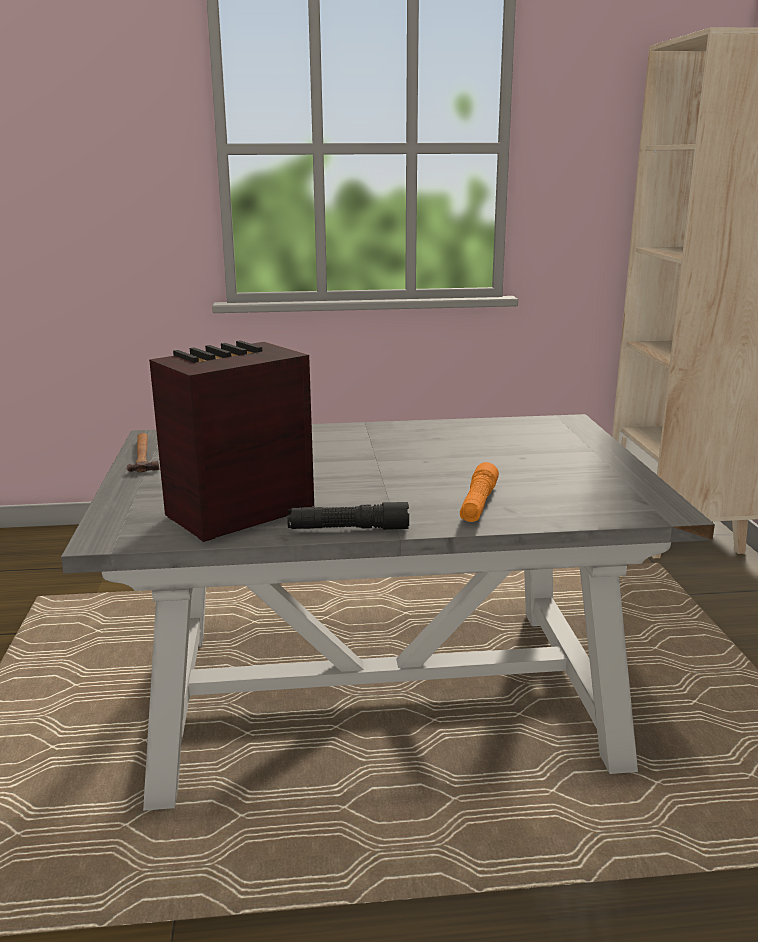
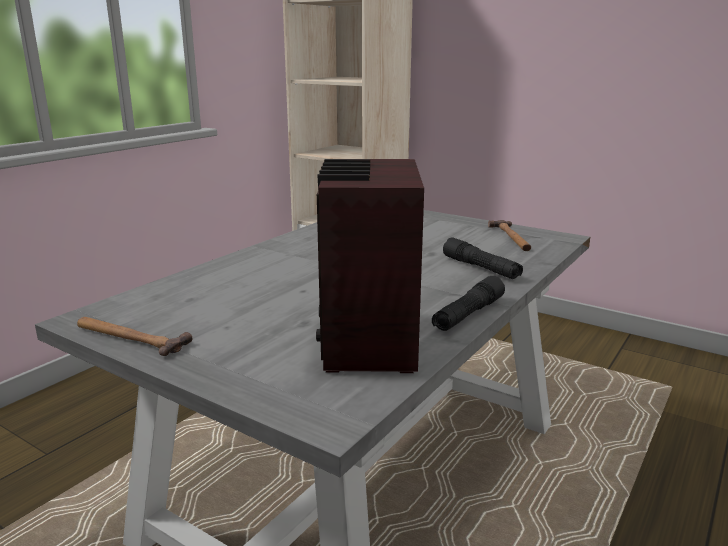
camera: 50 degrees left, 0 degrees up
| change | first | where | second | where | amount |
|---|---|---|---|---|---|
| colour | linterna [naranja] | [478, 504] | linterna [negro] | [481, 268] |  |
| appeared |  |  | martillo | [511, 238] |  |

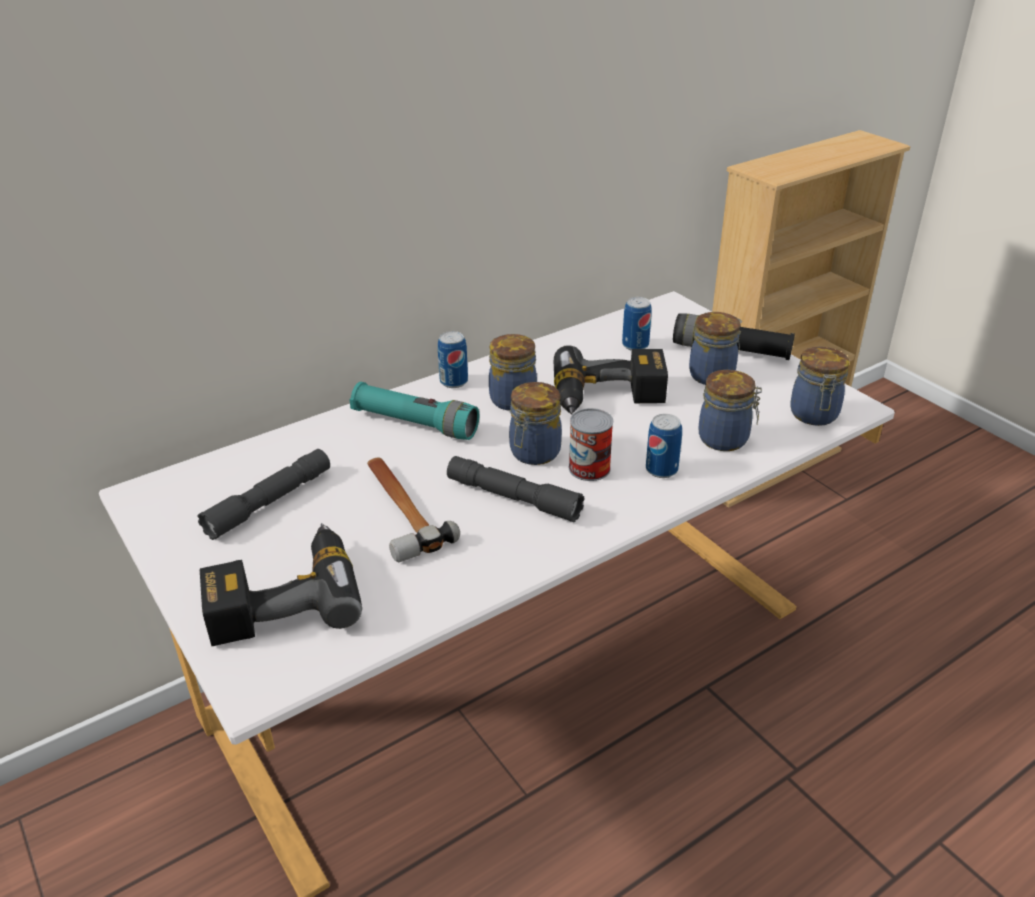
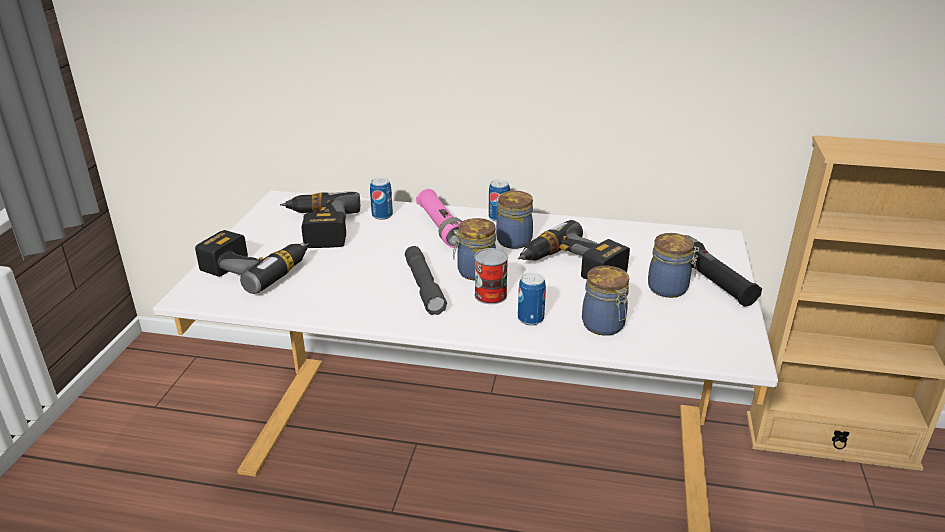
camera: 45 degrees right, 5 degrees down
| change | first | where | second | where | amount |
|---|---|---|---|---|---|
| exchanged | linterna [gris] | [269, 502] | taladro | [318, 228] |  |
| colour | linterna [turquesa] | [415, 424] | linterna [rosa] | [441, 228] |  |
| missing | martillo | [399, 510] |  |  |  |
| relocated | lata | [635, 345] |  | [382, 215] |  |
| missing | tarro | [814, 415] |  |  |  |

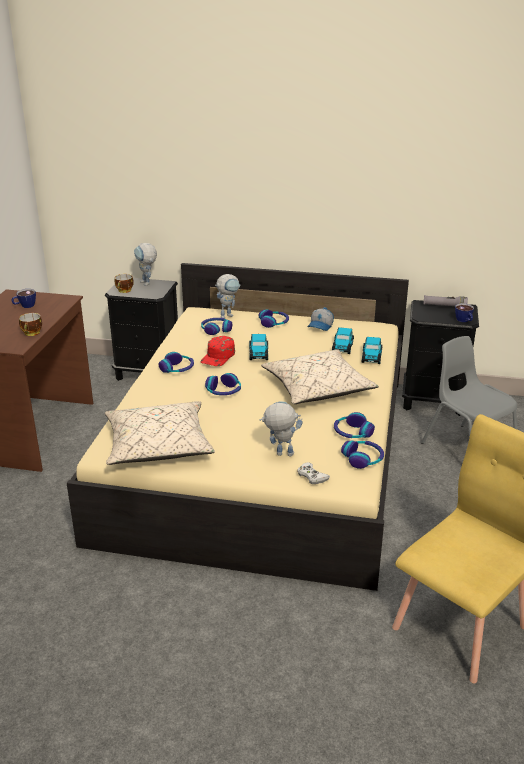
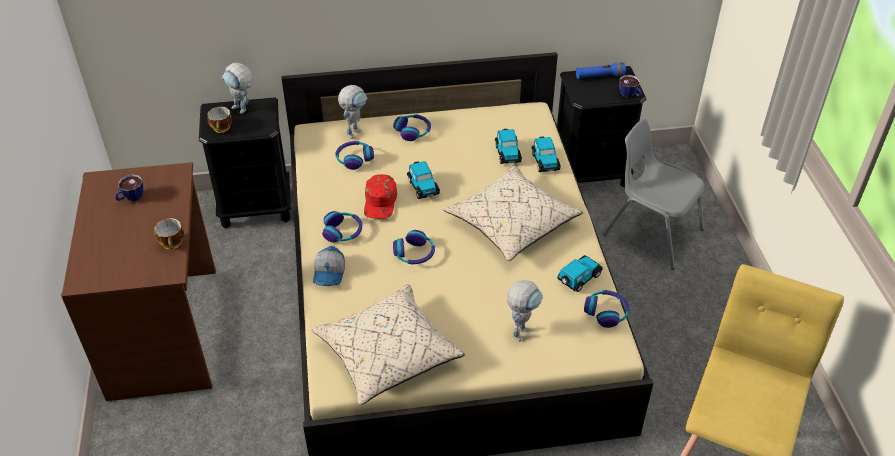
camera: 20 degrees left, 15 degrees up
| change | first | where | second | where | amount |
|---|---|---|---|---|---|
| spun | robot de juguete | [279, 454] |  | [521, 329] | 135 degrees clockwise |
| missing | mando de consola [blanco] | [312, 476] |  |  |  |
| relocated | gorra | [321, 326] |  | [330, 273] |  |
| exchanged | auriculares | [352, 432] | coche de juguete | [578, 278] |  |
| colour | linterna [gris] | [444, 306] | linterna [azul] | [599, 76] |  |

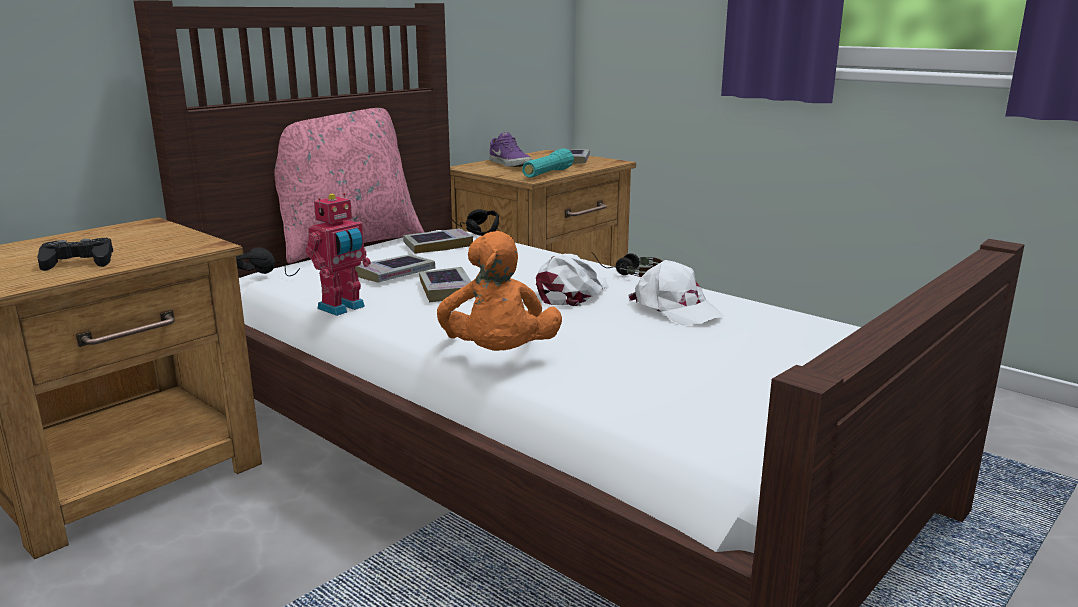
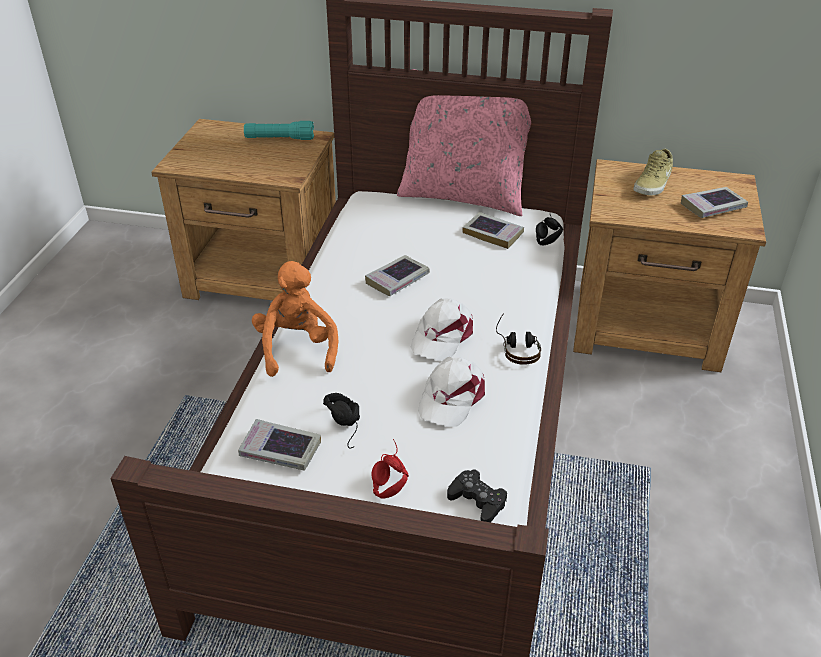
camera: 60 degrees right, 20 degrees up
| change | first | where | second | where | amount |
|---|---|---|---|---|---|
| relocated | mando de consola [negro] | [79, 262] |  | [477, 501] |  |
| relocated | auriculares [negro] | [269, 274] |  | [350, 426] |  |
| missing | robot de juguete | [343, 308] |  |  |  |
| relocated | libro | [395, 274] |  | [280, 450] |  |
| spun | peluche [naranja] | [498, 356] |  | [297, 348] | 120 degrees clockwise |
| colour | zapato [morado] | [511, 164] | zapato [beis] | [653, 183] |  |
| relocated | linterna [turquesa] | [547, 174] |  | [279, 139] |  |
| spun | gorra [blanco] | [572, 293] |  | [442, 335] | 120 degrees clockwise |
| appeared |  |  | auriculares [rojo] | [386, 474] |  |

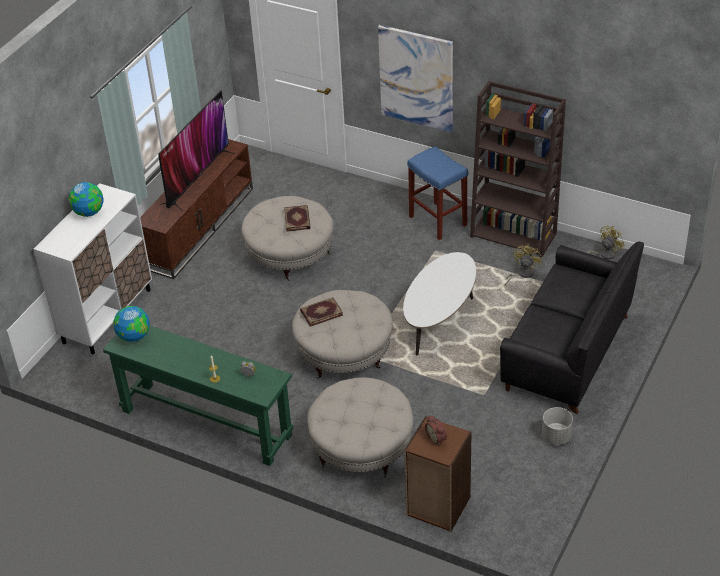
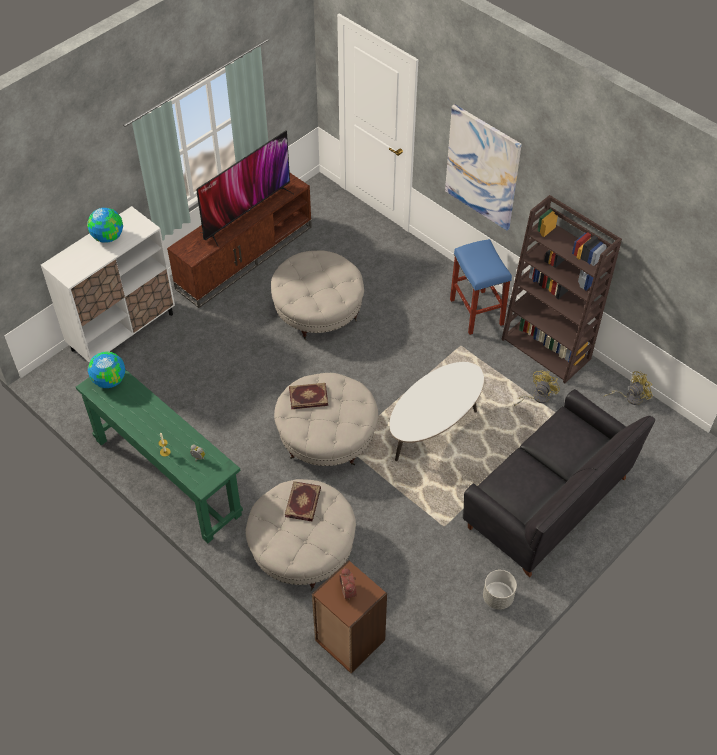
camera: 15 degrees right, 10 degrees up
| change | first | where | second | where | amount |
|---|---|---|---|---|---|
| relocated | libro | [297, 219] |  | [303, 502] |  |

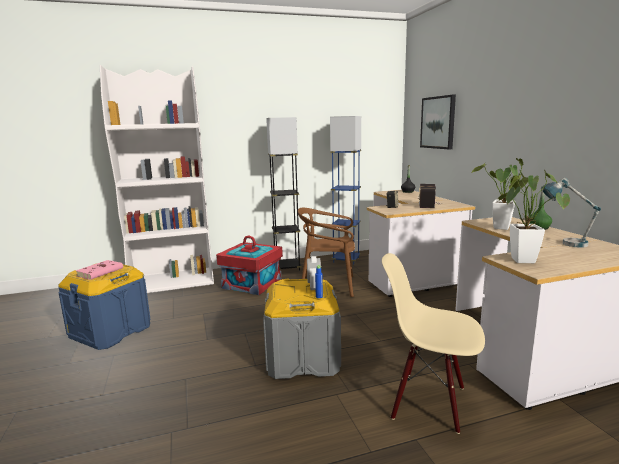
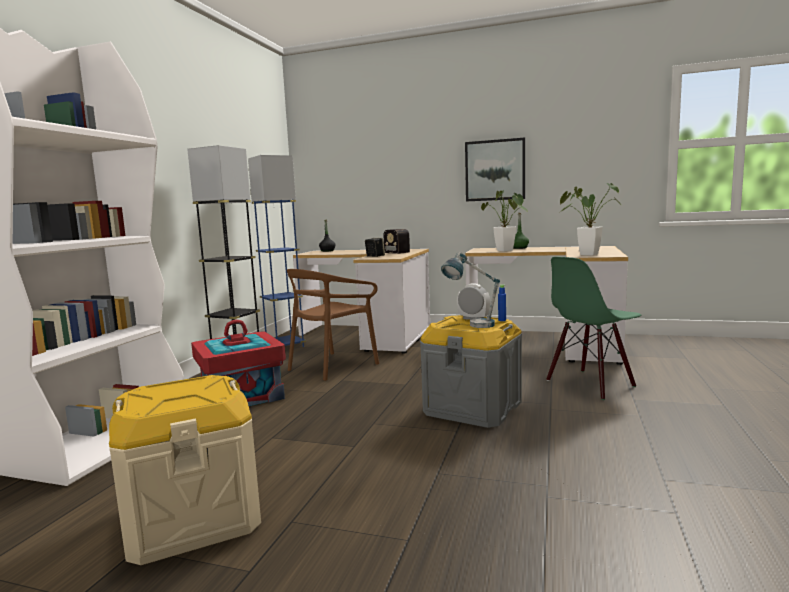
camera: 55 degrees left, 5 degrees down
| change | first | where | second | where | amount |
|---|---|---|---|---|---|
| colour | caja de almacenaje [azul] | [111, 331] | caja de almacenaje [beis] | [193, 517] |  |
| missing | libro [rosa] | [101, 272] |  |  |  |
| colour | silla [beis] | [428, 401] | silla [verde] | [590, 384] |  |
| relocated | cuadro | [438, 122] |  | [495, 170] |  |
| relocated | lámpara de mesa | [563, 242] |  | [472, 326] |  |

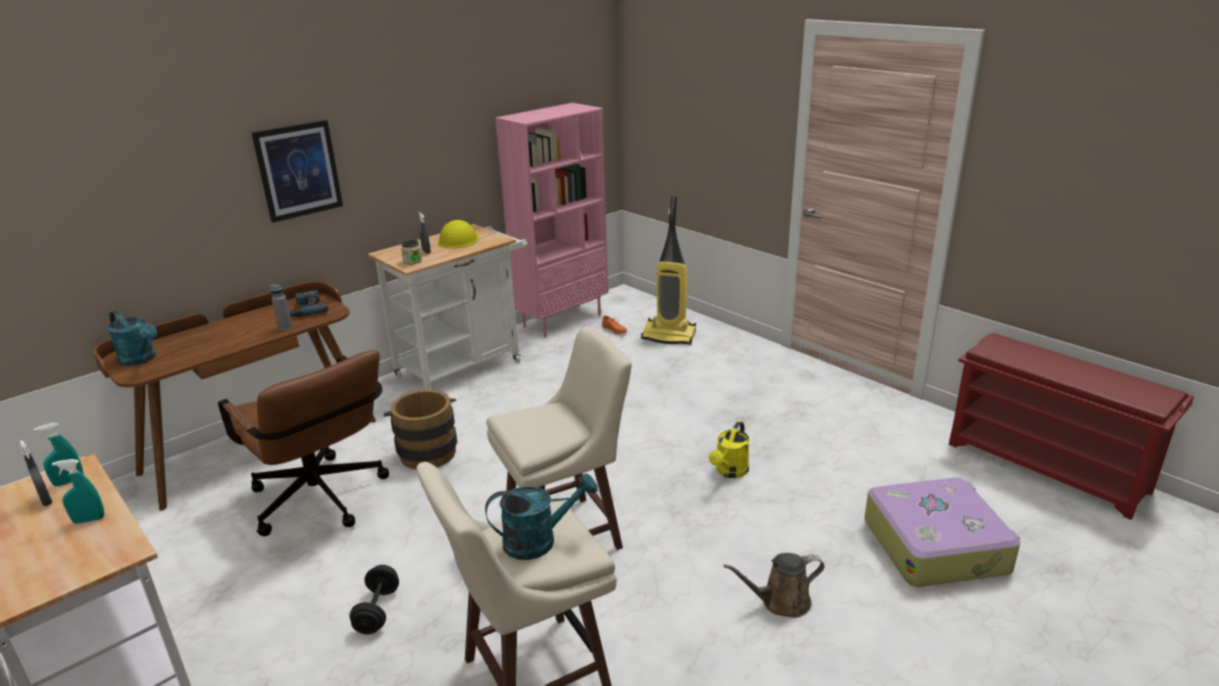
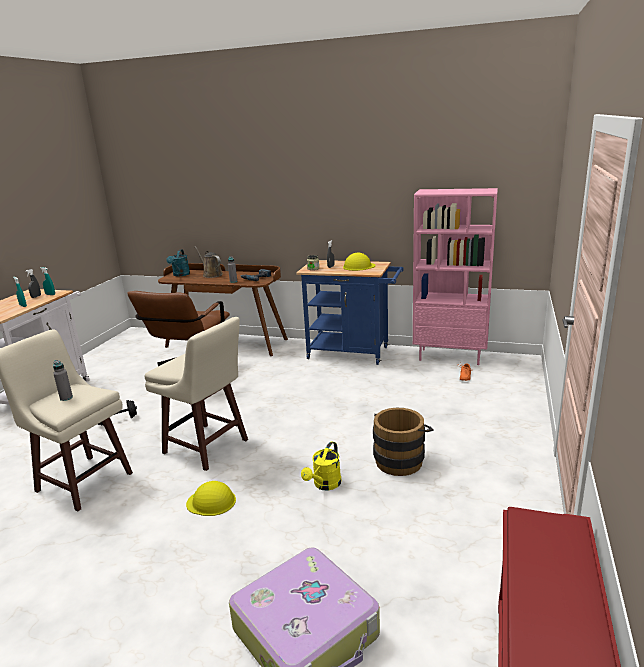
camera: 60 degrees right, 5 degrees down
| change | first | where | second | where | amount |
|---|---|---|---|---|---|
| missing | cuadro | [298, 170] |  |  |  |
| colour | carrito [blanco] | [465, 366] | carrito [azul] | [353, 353] |  |
| relocated | cubo [marrón] | [426, 450] |  | [401, 459] |  |
| exchanged | regadera [turquesa] | [539, 540] | botella [gris] | [66, 398] |  |
| missing | aspiradora | [669, 336] |  |  |  |
| spun | regadera [amarillo] | [730, 472] |  | [325, 485] | 60 degrees counterclockwise |
| relocated | regadera [marrón] | [781, 602] |  | [211, 274] |  |
| appeared |  |  | casco [amarillo] | [211, 502] |  |

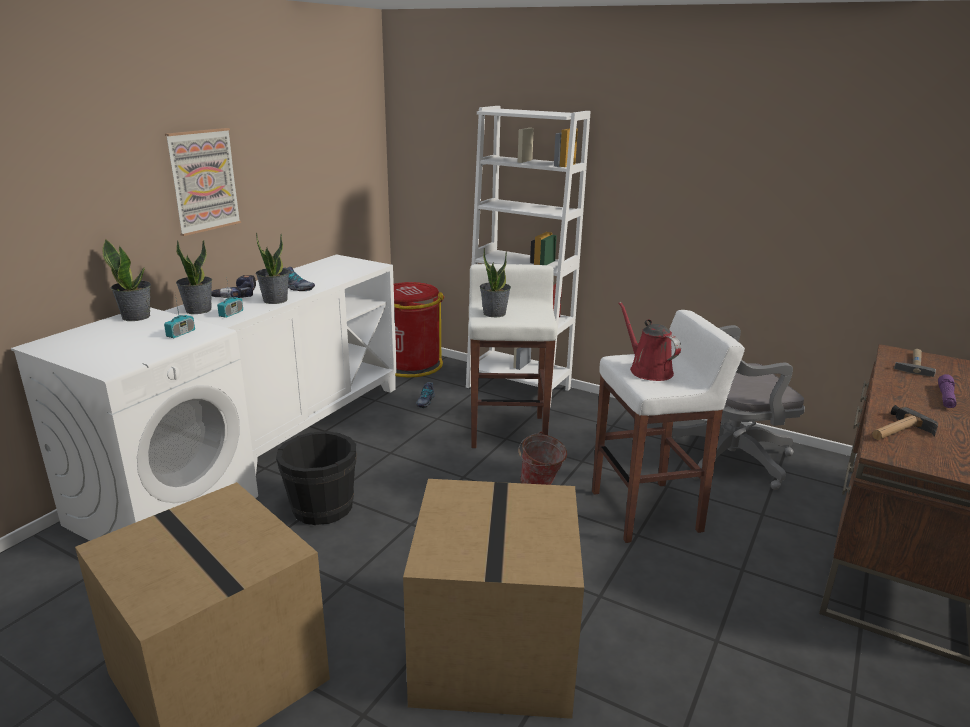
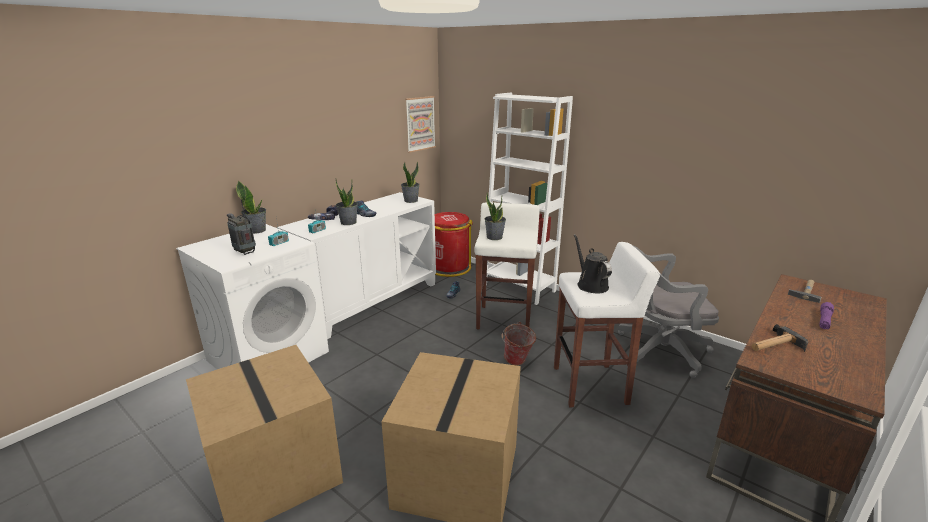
camera: 10 degrees right, 0 degrees up
| change | first | where | second | where | amount |
|---|---|---|---|---|---|
| relocated | cuadro | [203, 180] |  | [420, 124] |  |
| relocated | planta en maceta | [198, 310] |  | [410, 200] |  |
| missing | cubo [negro] | [322, 508] |  |  |  |
| colour | regadera [rojo] | [648, 370] | regadera [negro] | [590, 285] |  |
| appeared |  |  | radio | [245, 252] |  |

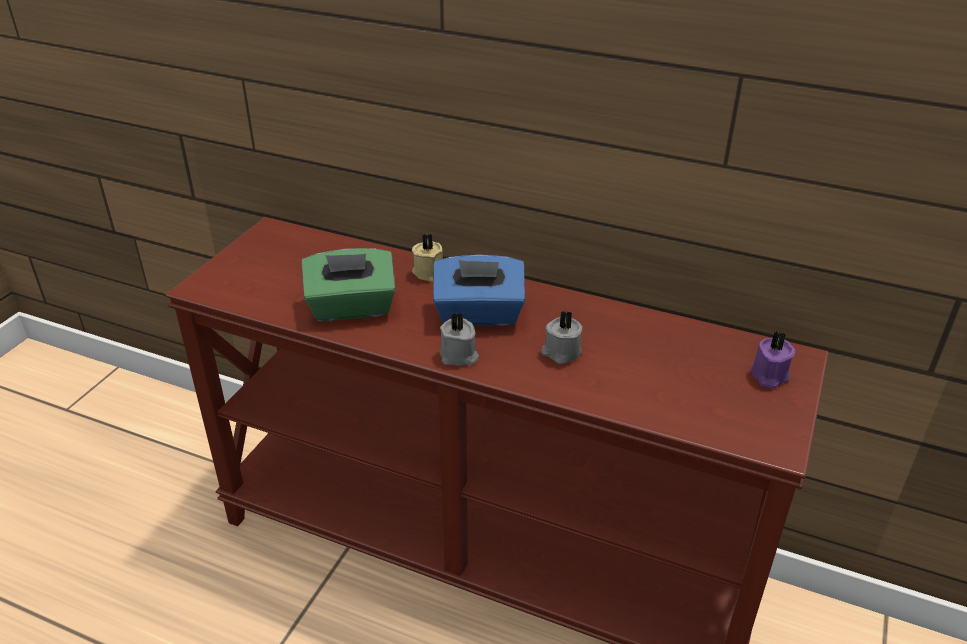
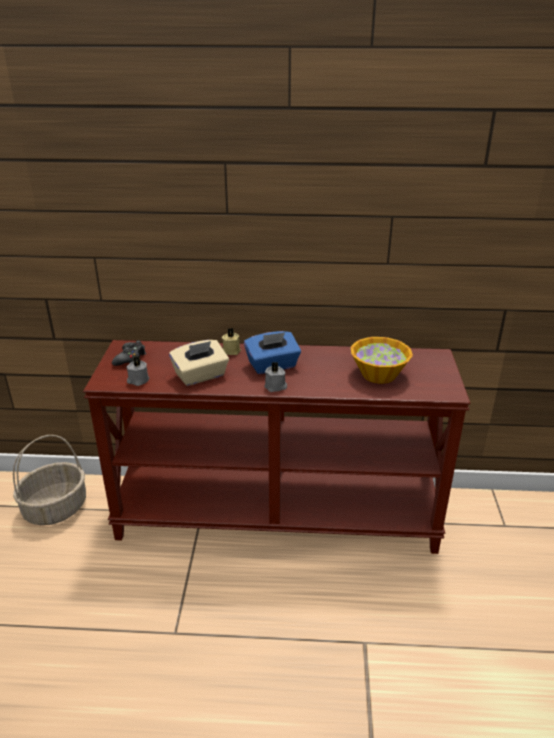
camera: 20 degrees left, 5 degrees down
| change | first | where | second | where | amount |
|---|---|---|---|---|---|
| colour | caja de pañuelos [verde] | [351, 308] | caja de pañuelos [beis] | [200, 376] |  |
| relocated | vela [gris] | [561, 352] |  | [138, 380] |  |
| missing | vela [morado] | [768, 376] |  |  |  |
| appeared |  |  | cesta | [55, 509] |  |
| appeared |  |  | mando de consola [negro] | [130, 359] |  |
| appeared |  |  | cuenco | [379, 374] |  |

